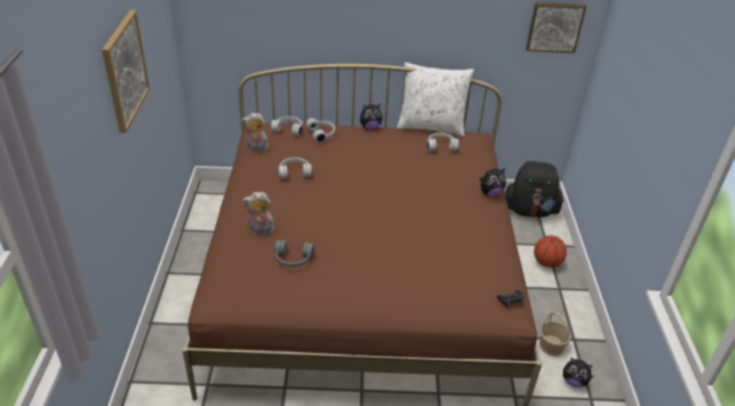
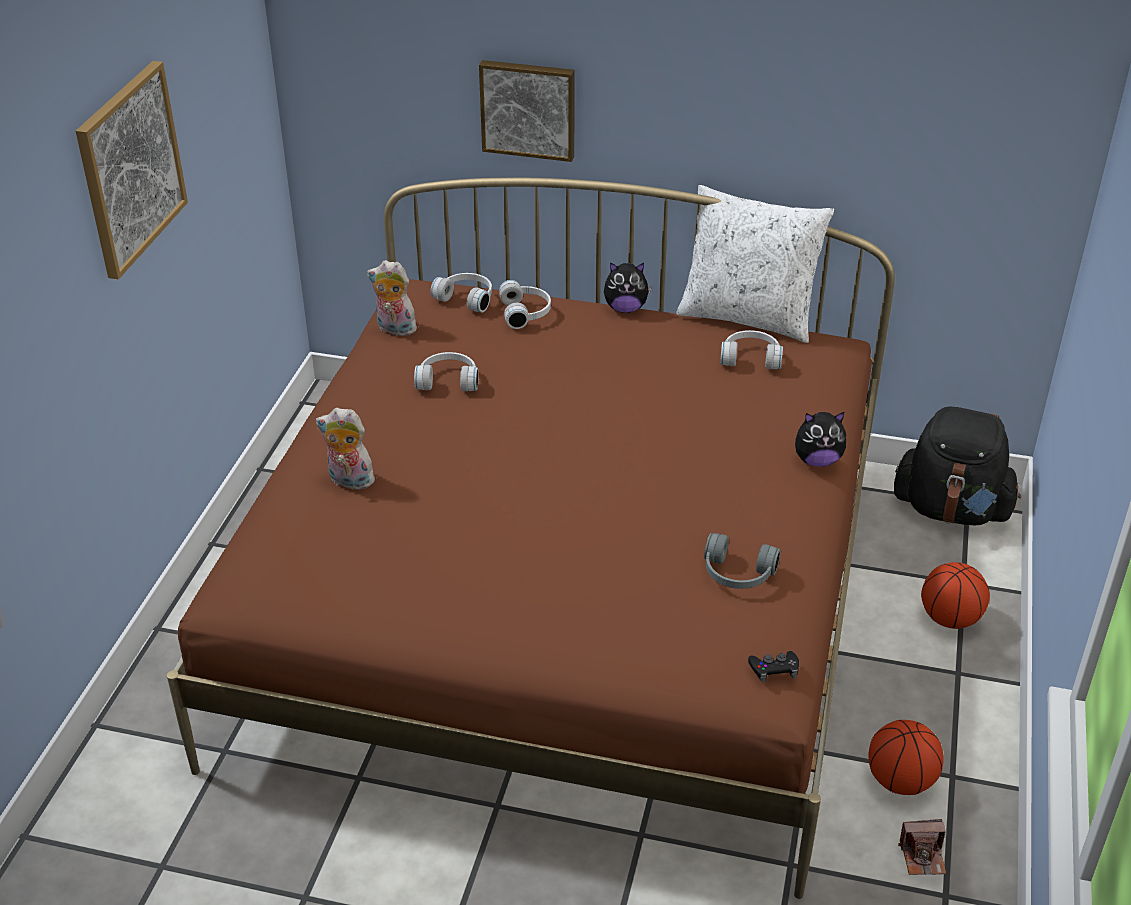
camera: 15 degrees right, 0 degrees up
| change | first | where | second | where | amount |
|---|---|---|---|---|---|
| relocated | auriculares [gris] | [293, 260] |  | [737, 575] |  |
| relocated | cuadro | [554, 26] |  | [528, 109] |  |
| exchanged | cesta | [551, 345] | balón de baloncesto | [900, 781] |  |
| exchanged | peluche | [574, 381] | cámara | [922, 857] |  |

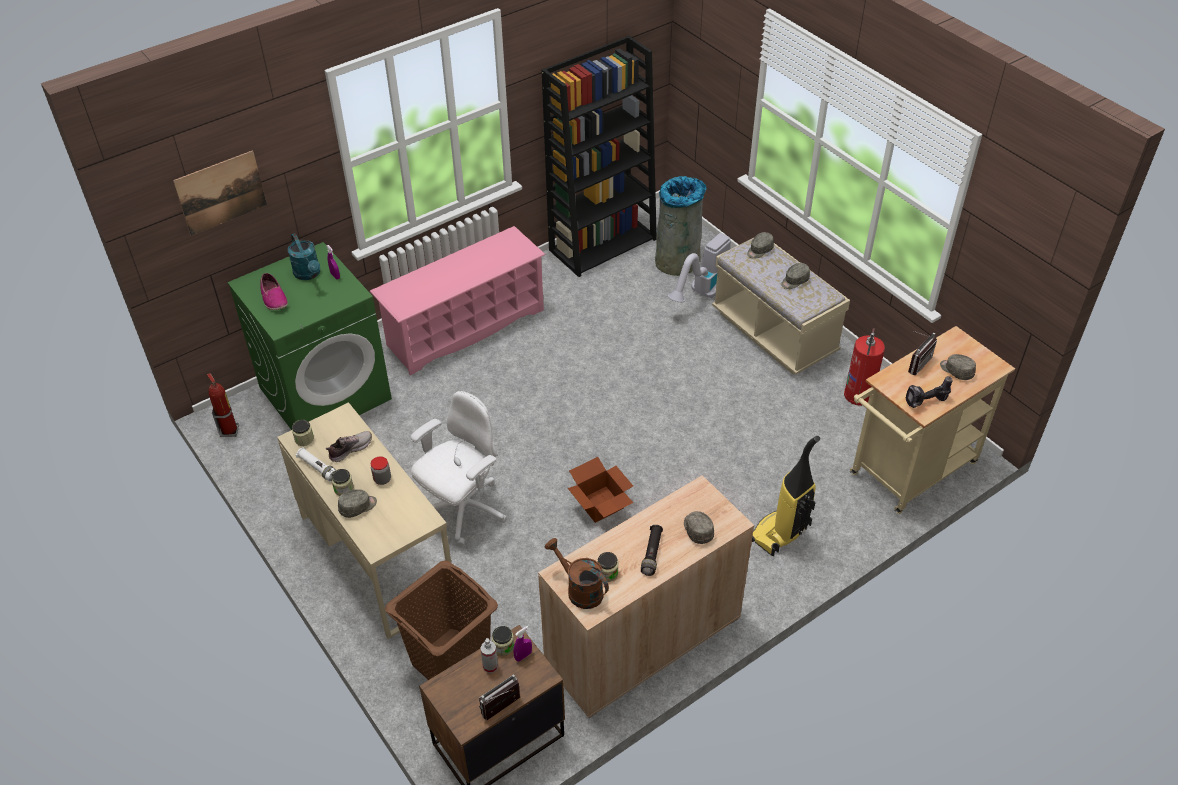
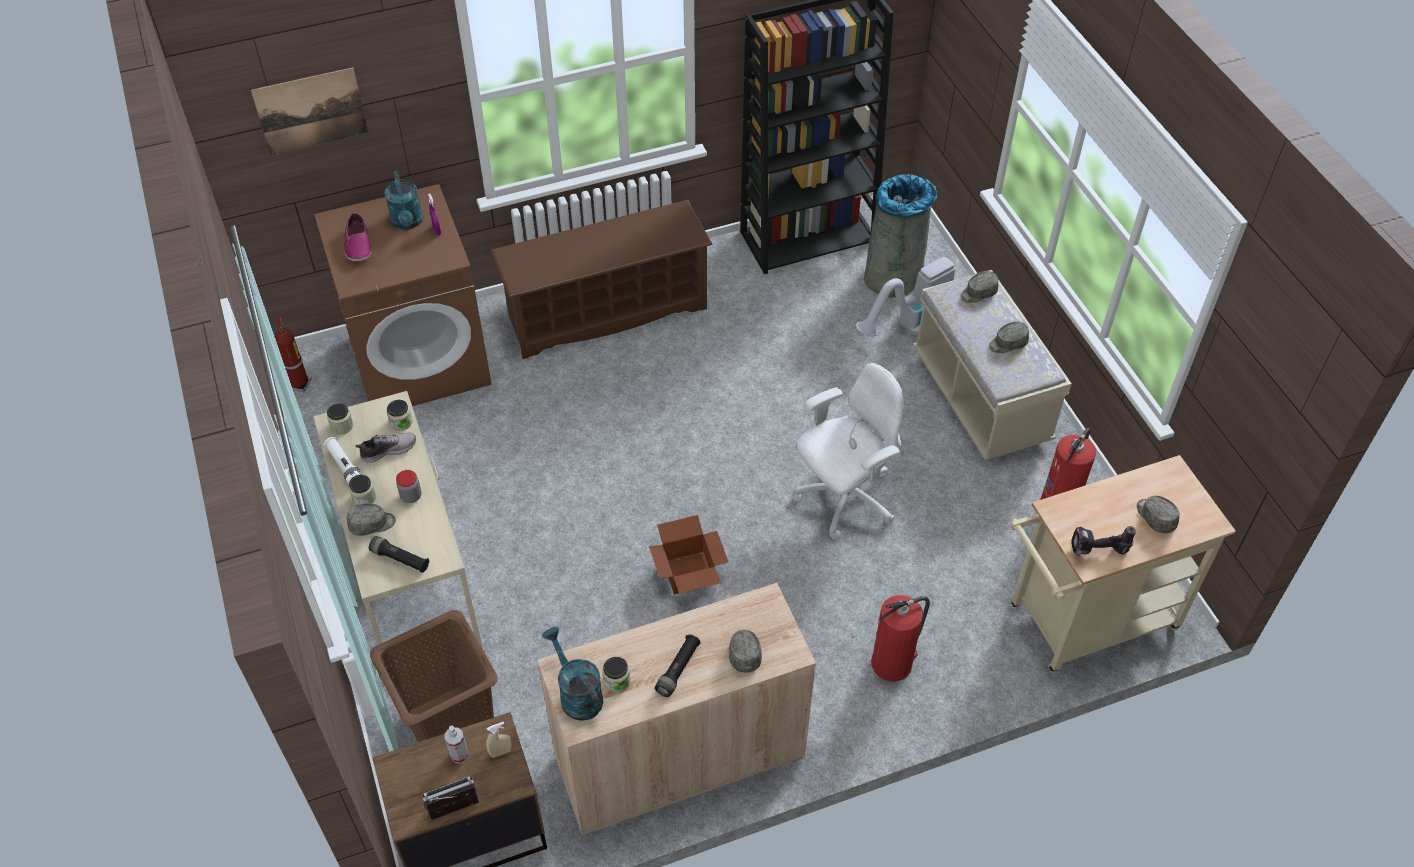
camera: 15 degrees right, 5 degrees up
| change | first | where | second | where | amount |
|---|---|---|---|---|---|
| colour | lavadora [verde] | [326, 393] | lavadora [marrón] | [420, 360] |  |
| colour | zapatero [rosa] | [465, 328] | zapatero [marrón] | [606, 312] |  |
| relocated | silla de oficina [blanco] | [463, 511] |  | [844, 499] |  |
| relocated | tarro | [503, 646] |  | [401, 422] |  |
| colour | pulverizador [morado] | [523, 656] | pulverizador [beis] | [501, 752] |  |
| colour | regadera [marrón] | [579, 589] | regadera [turquesa] | [576, 693] |  |
| exchanged | aspiradora | [780, 534] | extintor | [893, 663] |  |
| missing | radio | [916, 363] |  |  |  |
| appeared |  |  | linterna [negro] | [400, 559] |  |

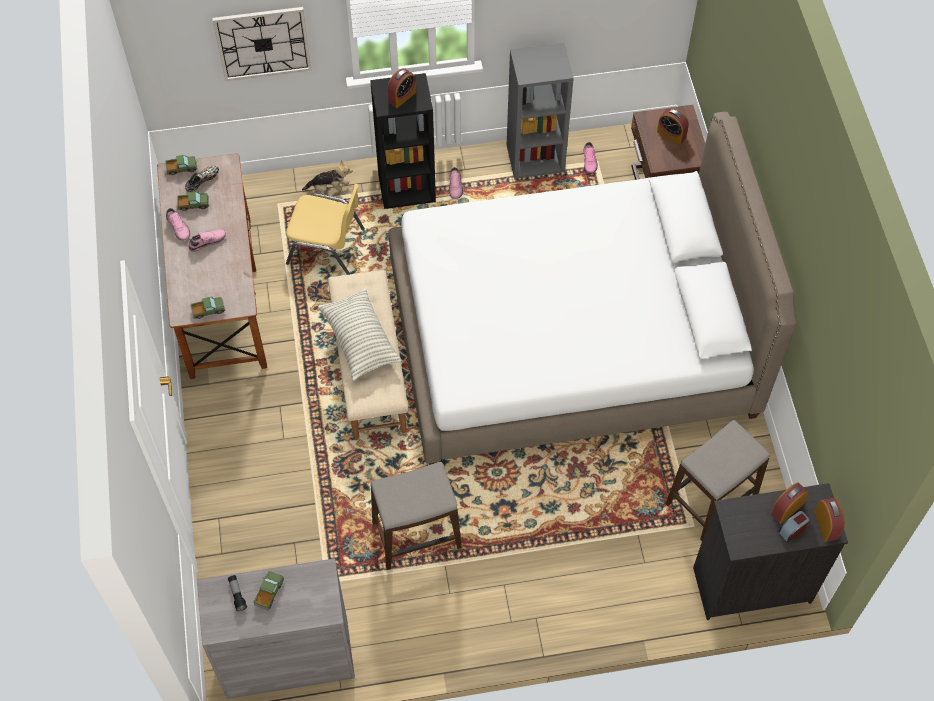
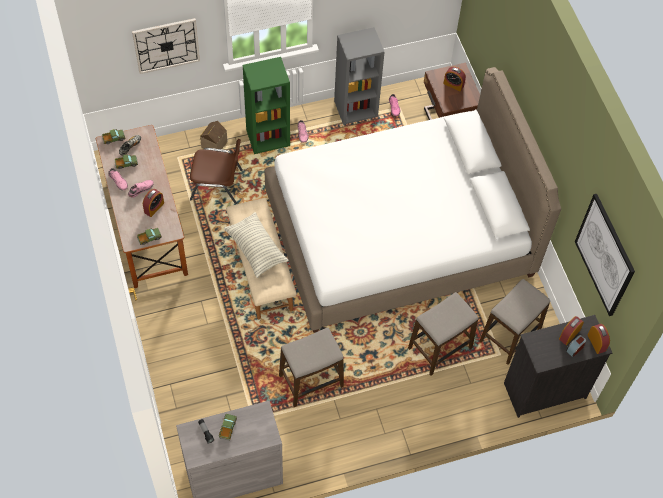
camera: 10 degrees left, 0 degrees up
| change | first | where | second | where | amount |
|---|---|---|---|---|---|
| colour | silla [amarillo] | [327, 246] | silla [marrón] | [217, 184] |  |
| exchanged | peluche | [329, 190] | casita | [213, 144] |  |
| colour | estantería [negro] | [407, 187] | estantería [verde] | [268, 137] |  |
| relocated | despertador | [402, 97] |  | [154, 207] |  |
| appeared |  |  | taburete | [440, 348] |  |
| appeared |  |  | cuadro | [604, 255] |  |

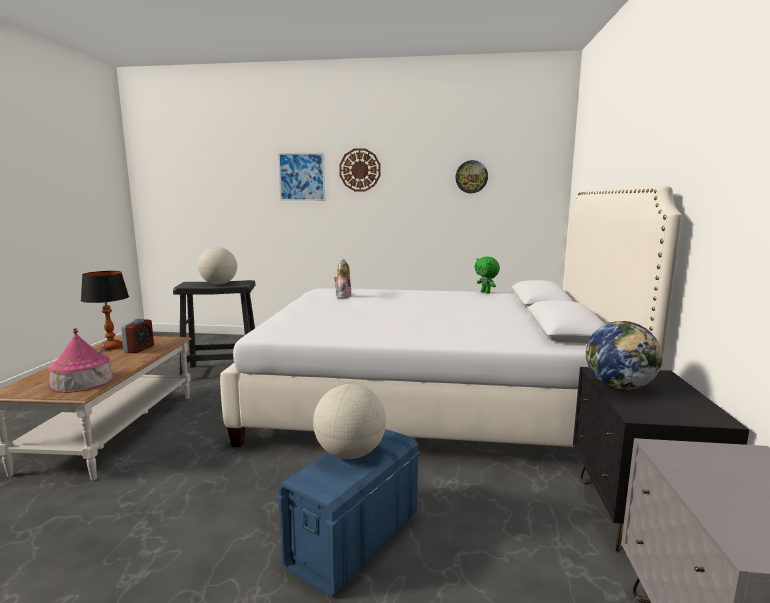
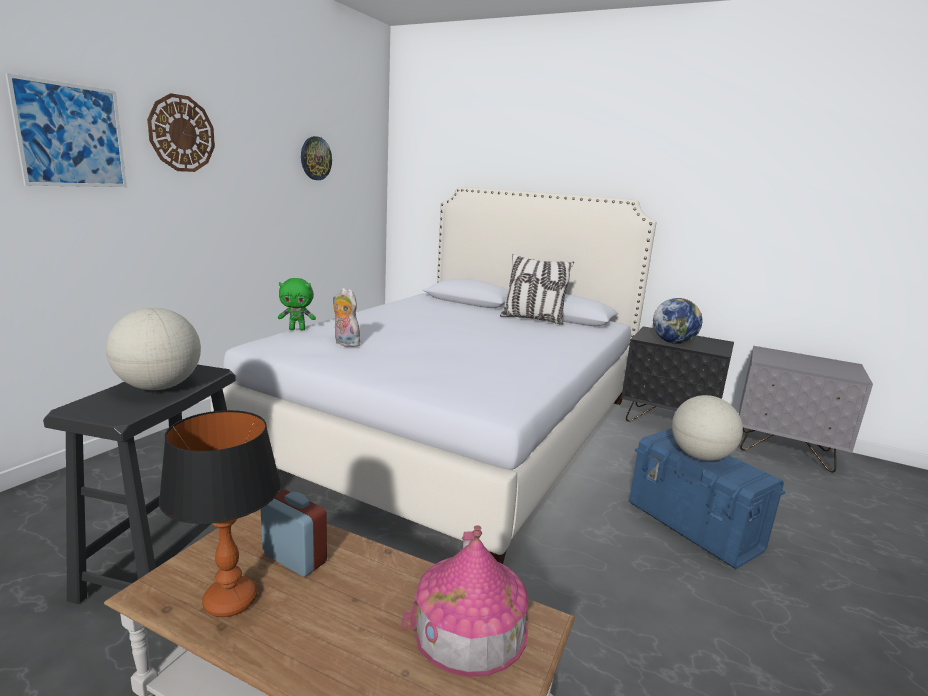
camera: 70 degrees left, 5 degrees up
| change | first | where | second | where | amount |
|---|---|---|---|---|---|
| relocated | peluche [verde] | [486, 292] |  | [297, 329] |  |
| appeared |  |  | cojín | [532, 319] |  |

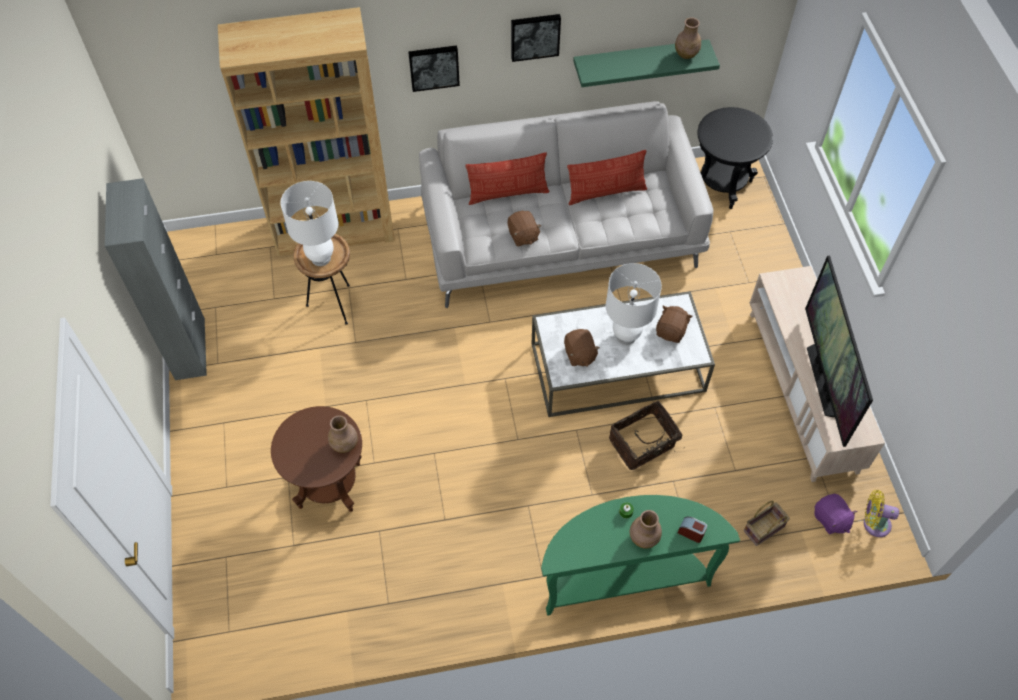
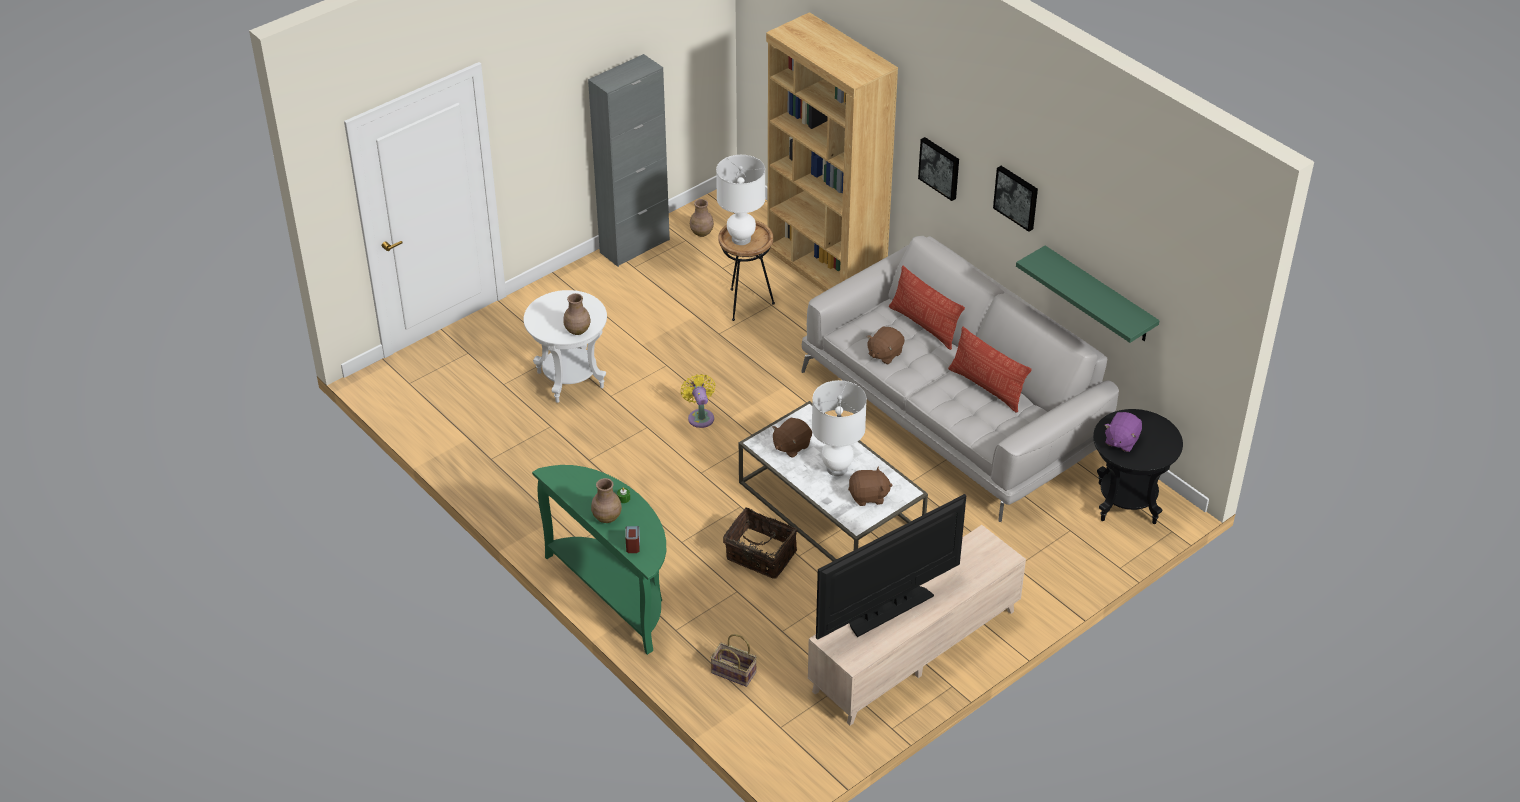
camera: 60 degrees right, 15 degrees down
| change | first | where | second | where | amount |
|---|---|---|---|---|---|
| colour | mesa auxiliar [marrón] | [329, 485] | mesa auxiliar [blanco] | [570, 380] |  |
| relocated | florero [marrón] | [686, 54] |  | [702, 233] |  |
| relocated | peluche [morado] | [830, 519] |  | [1121, 441] |  |
| relocated | ventilador [amarillo] | [873, 523] |  | [700, 416] |  |

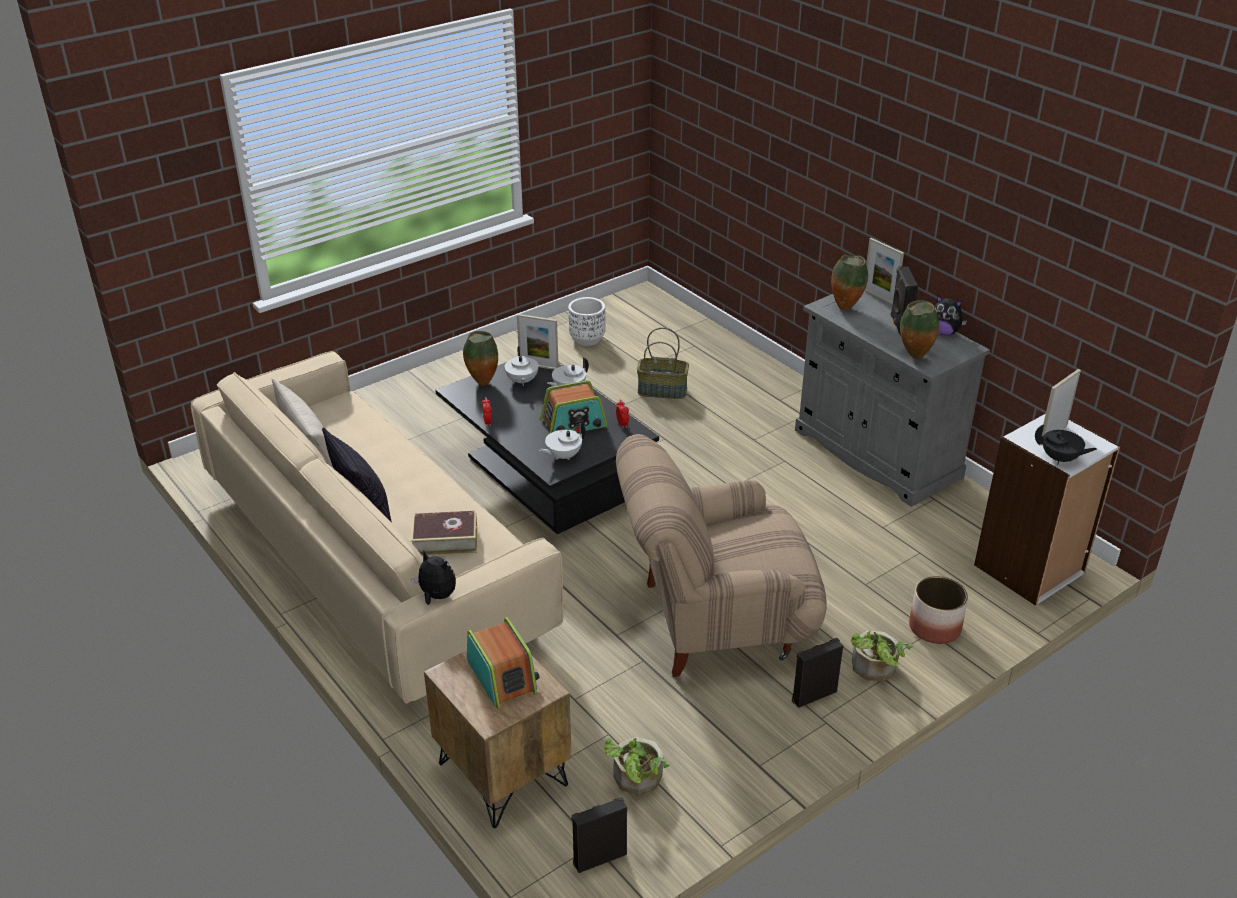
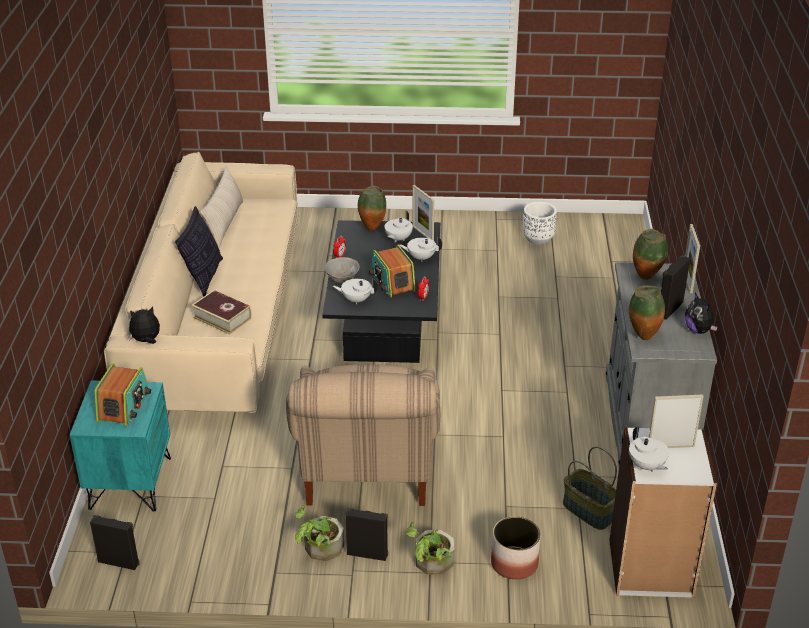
camera: 40 degrees right, 0 degrees up
| change | first | where | second | where | amount |
|---|---|---|---|---|---|
| spun | peluche | [436, 596] |  | [146, 341] | 90 degrees counterclockwise |
| colour | mesita de noche [marrón] | [502, 774] | mesita de noche [turquesa] | [129, 483] |  |
| spun | radio | [574, 423] |  | [392, 282] | 45 degrees clockwise |
| relocated | planta en maceta | [636, 781] |  | [319, 549] |  |
| spun | sillón [beis] | [715, 622] |  | [368, 471] | 120 degrees counterclockwise |
| relocated | cesta | [662, 390] |  | [589, 511] |  |
| colour | tetera [negro] | [1060, 459] | tetera [blanco] | [646, 466] |  |
| appeared |  |  | cuenco [gris] | [342, 279] |  |

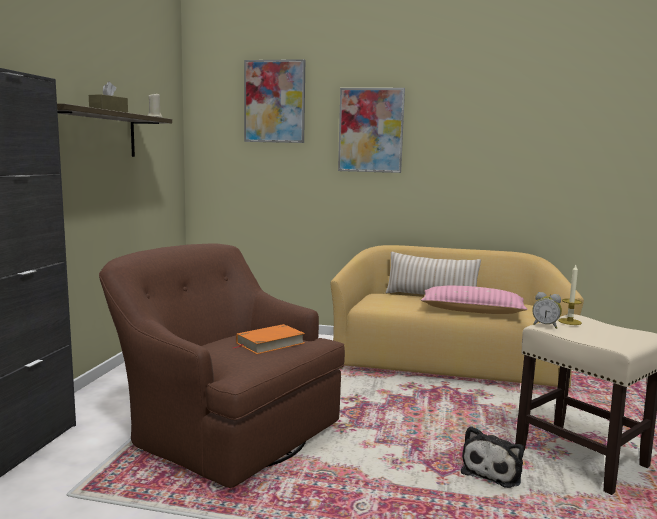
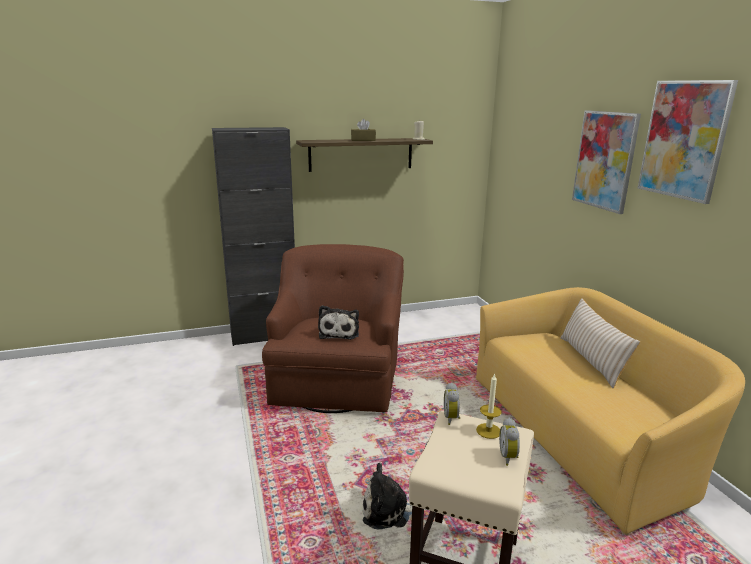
camera: 60 degrees right, 10 degrees up
| change | first | where | second | where | amount |
|---|---|---|---|---|---|
| exchanged | libro [naranja] | [270, 343] | peluche | [339, 332] |  |
| relocated | cuadro | [274, 101] |  | [684, 140] |  |
| missing | cojín [rosa] | [472, 311] |  |  |  |
| appeared |  |  | despertador | [509, 457] |  |

